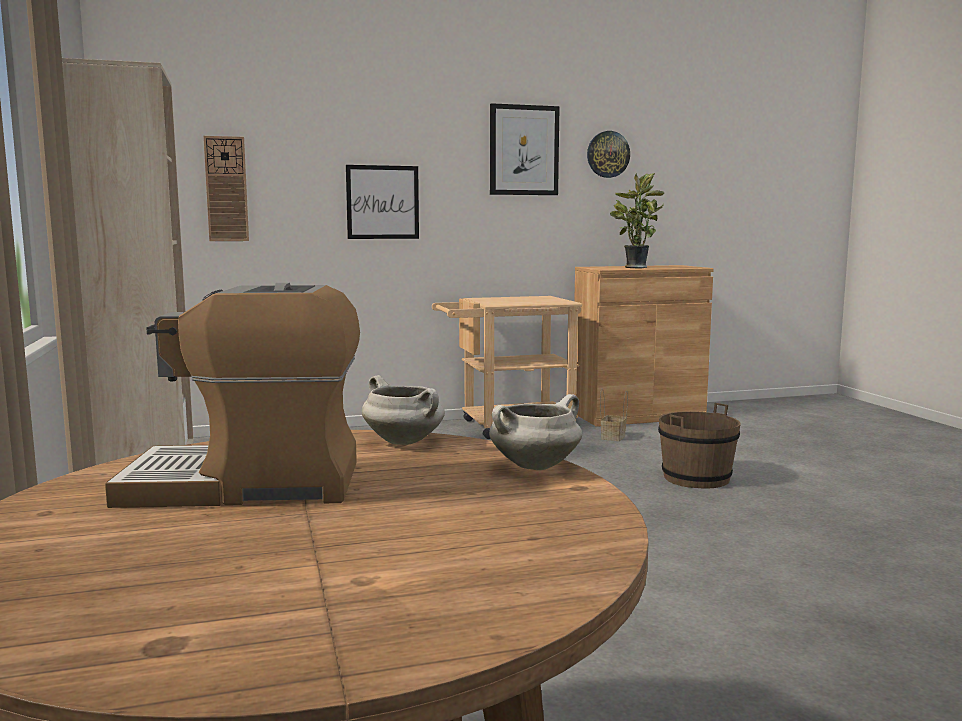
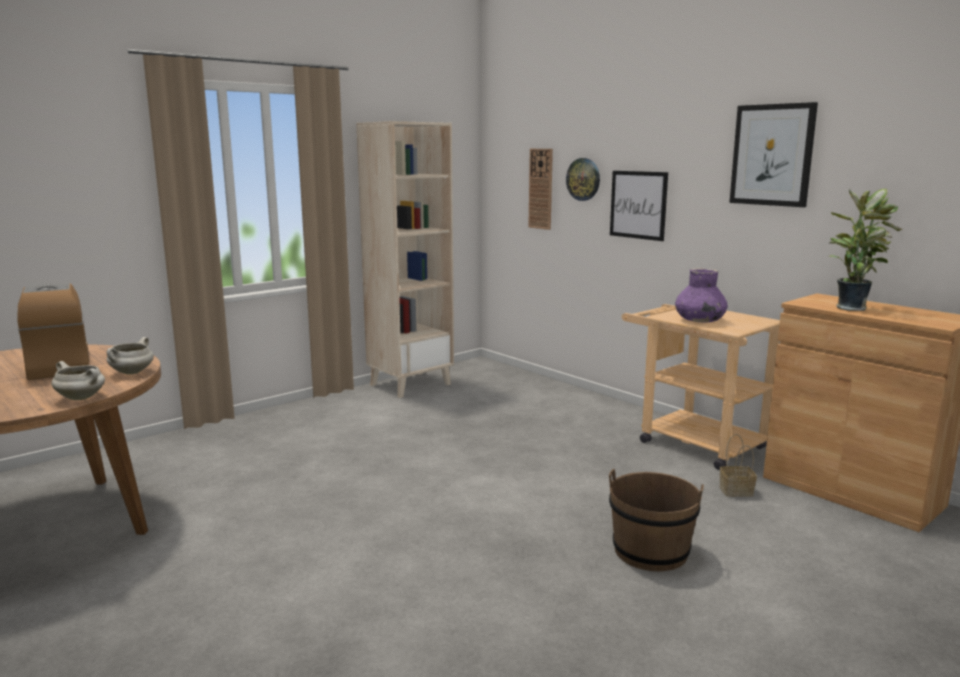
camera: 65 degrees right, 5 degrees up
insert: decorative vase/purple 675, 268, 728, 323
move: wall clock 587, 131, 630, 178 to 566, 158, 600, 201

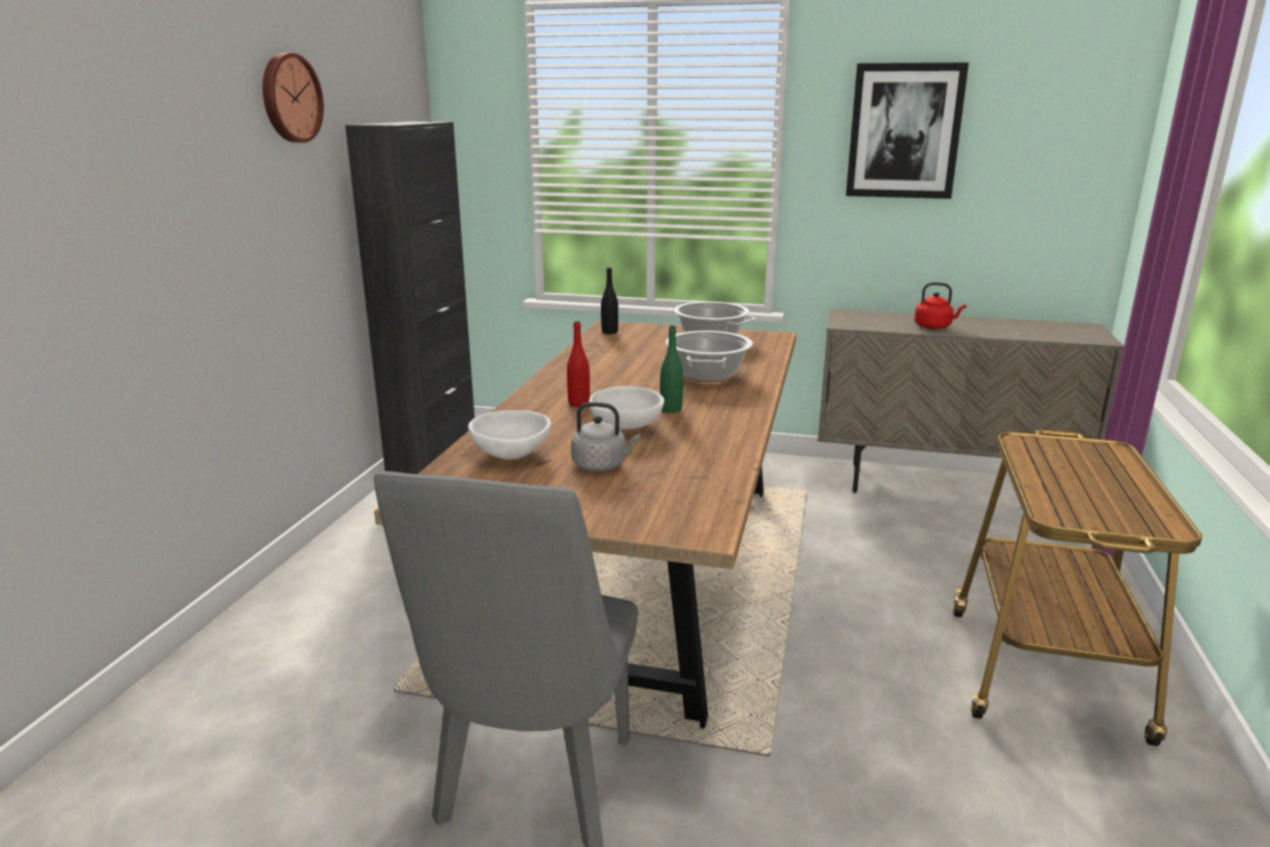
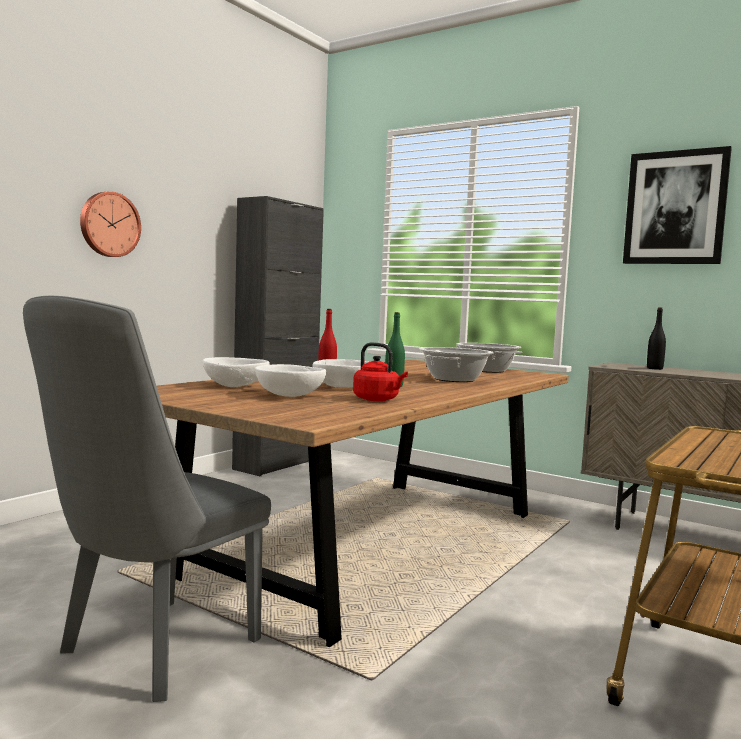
camera: 20 degrees right, 15 degrees down
move: wall clock 263, 53, 324, 143 to 80, 191, 141, 257; bottle/black 601, 267, 618, 334 to 647, 307, 666, 370; tea kettle/red-coloured 914, 282, 966, 329 to 353, 342, 408, 401
replace: tea kettle/gray 571, 402, 641, 471 to serving bowl/white-coloured 255, 364, 326, 397

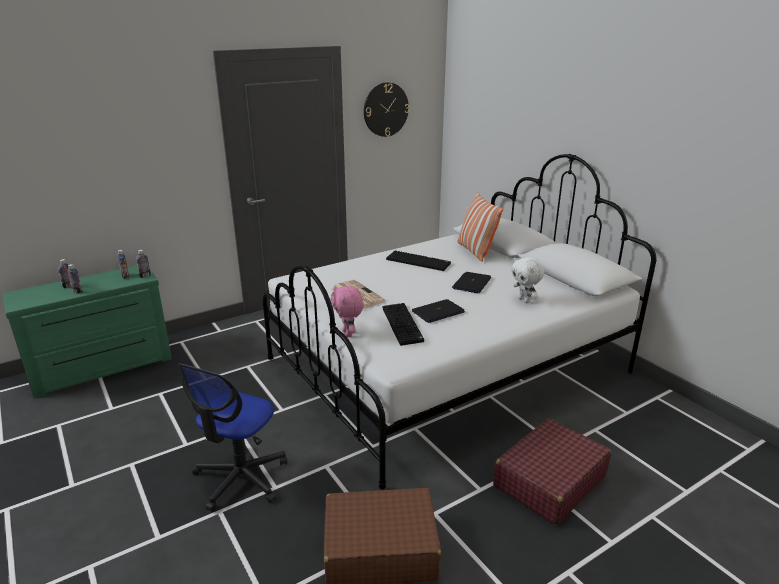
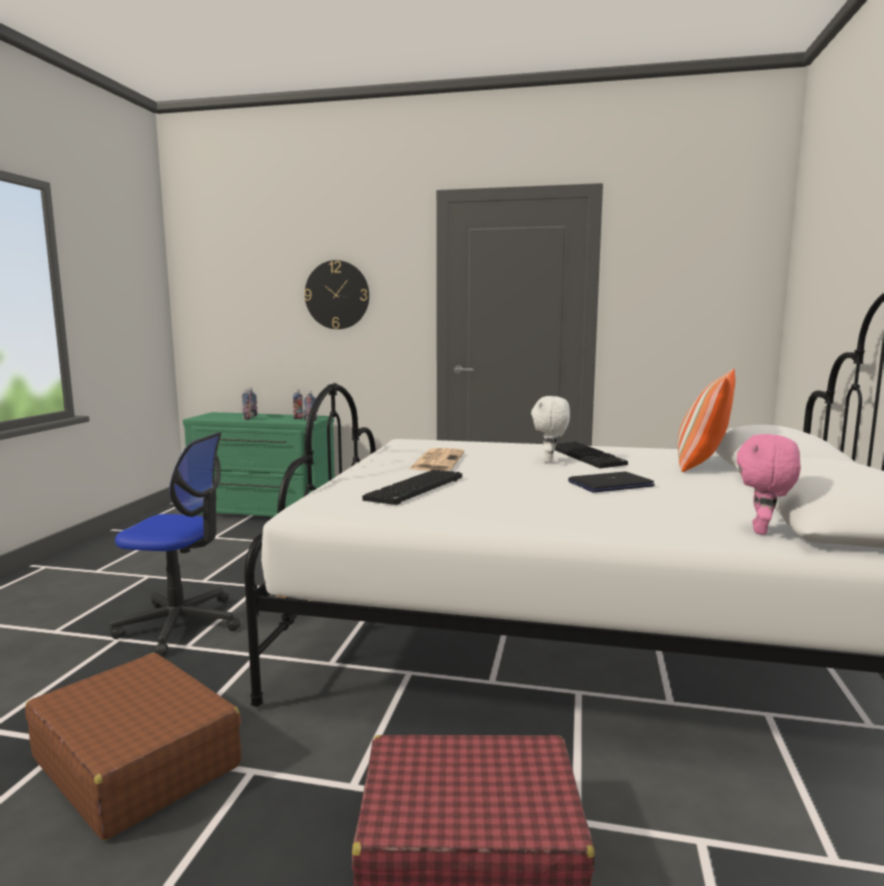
camera: 45 degrees right, 15 degrees down
delete: notebook computer 412, 299, 465, 323
move: wall clock 364, 82, 409, 137 to 304, 260, 369, 329; soft toy/white-coloured 511, 257, 544, 303 to 531, 396, 570, 463; soft toy/pink-coloured 331, 286, 364, 337 to 737, 434, 801, 535
rotate: desk chair 178, 363, 287, 512 = 110, 432, 241, 655 150 degrees counterclockwise

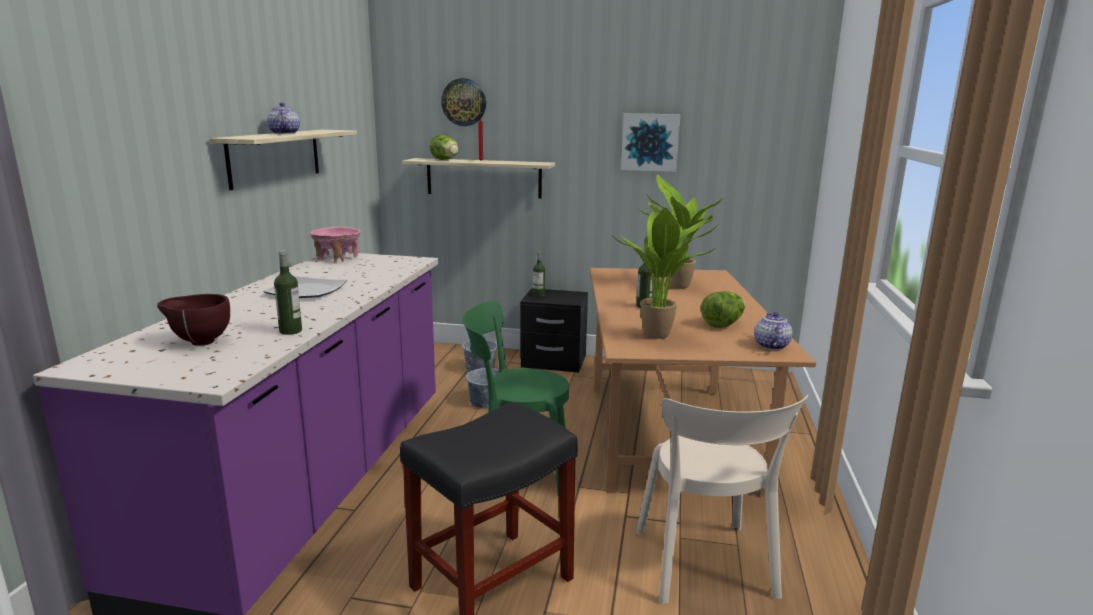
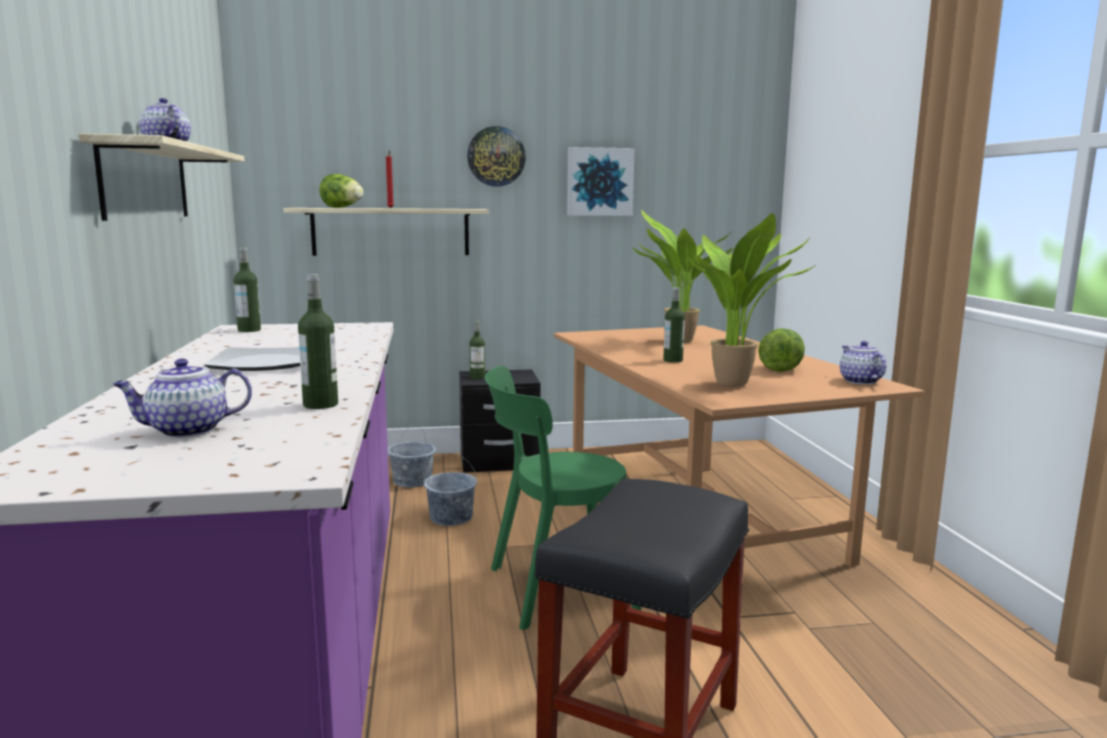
camera: 20 degrees left, 5 degrees down
delete: upright chair/sand-coloured 636, 395, 808, 605
move: wall clock 441, 78, 486, 126 to 467, 126, 526, 187
replace: serving bowl/pink-coloured 310, 227, 361, 262 to bottle 234, 247, 261, 332; serving bowl/brown 157, 294, 230, 346 to pot for tea 112, 358, 252, 438

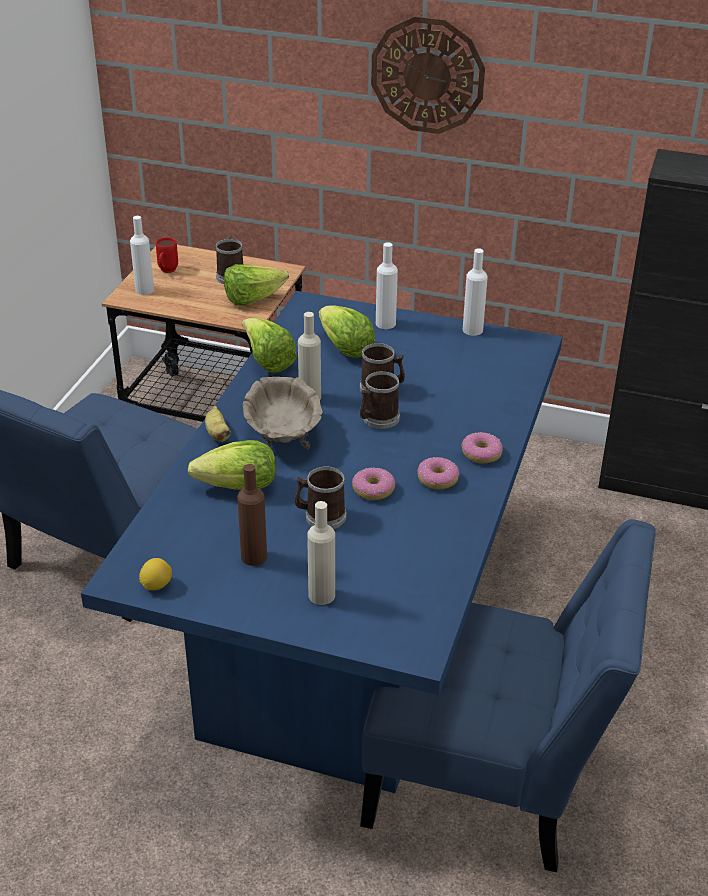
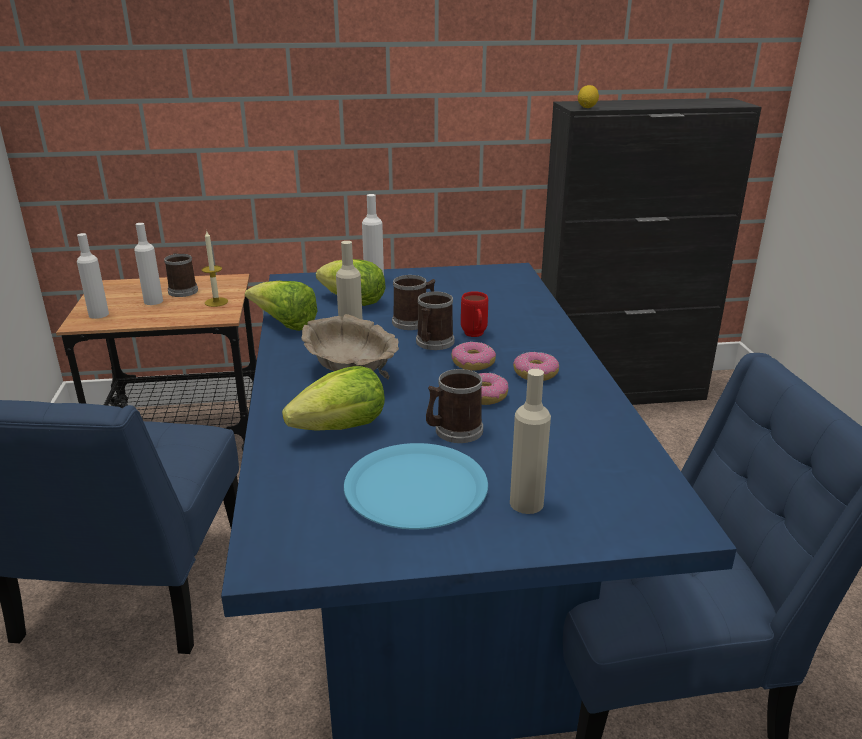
camera: 25 degrees left, 10 degrees down
delete: wall clock 371, 16, 485, 134; banana fruit 205, 406, 231, 442
move: coffee mug/red-coloured 156, 237, 178, 273 to 461, 291, 488, 337; bottle/white-coloured 463, 248, 488, 336 to 134, 223, 163, 305; doughnut 461, 432, 503, 463 to 451, 341, 496, 371; whole lemon 139, 558, 172, 590 to 578, 85, 599, 108
replace: head of lettuce 224, 264, 289, 306 to wax light 202, 231, 228, 307; bottle/brown 237, 464, 267, 566 to plate/bluish 344, 443, 488, 529

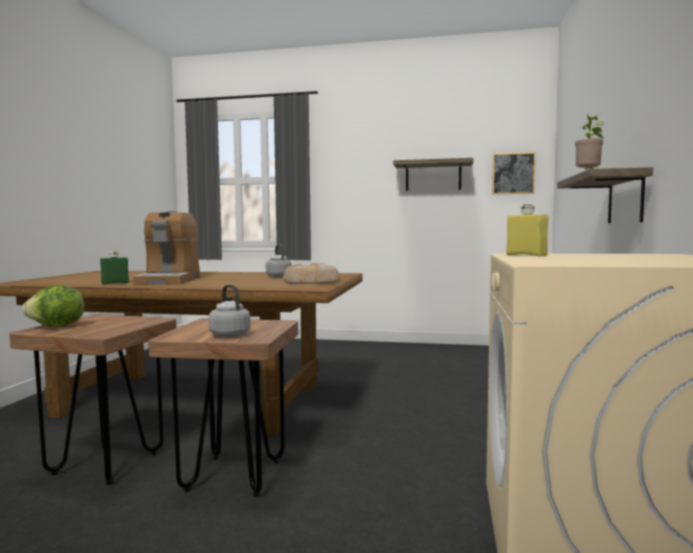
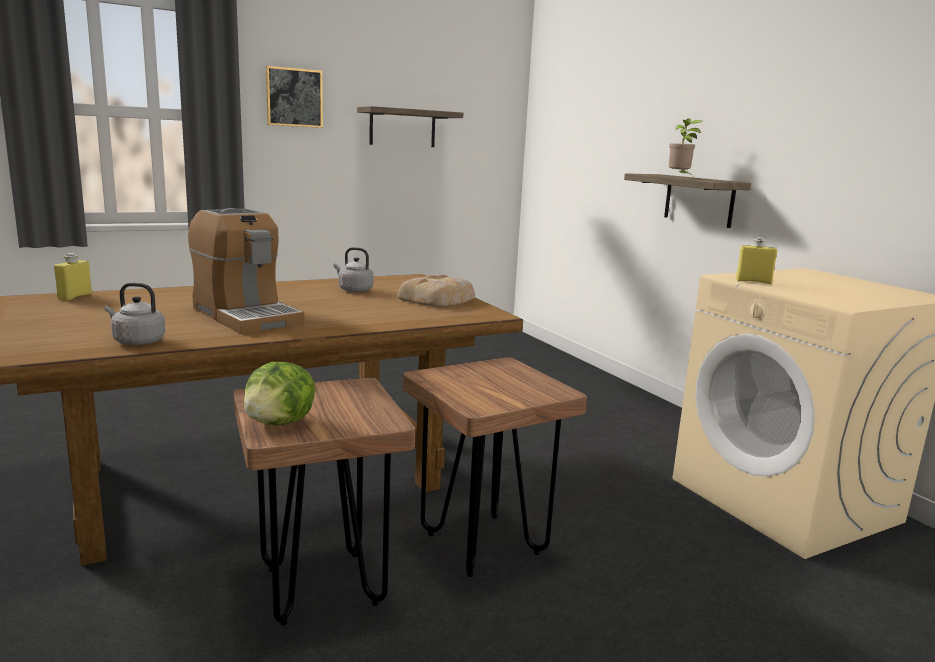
camera: 40 degrees left, 10 degrees up
delete: bottle/greenish 100, 251, 129, 285
insert: bottle/yellowish 54, 253, 92, 301
move: wall art 492, 152, 536, 195 to 266, 66, 323, 128; tea kettle/gray 209, 284, 250, 337 to 104, 283, 165, 345

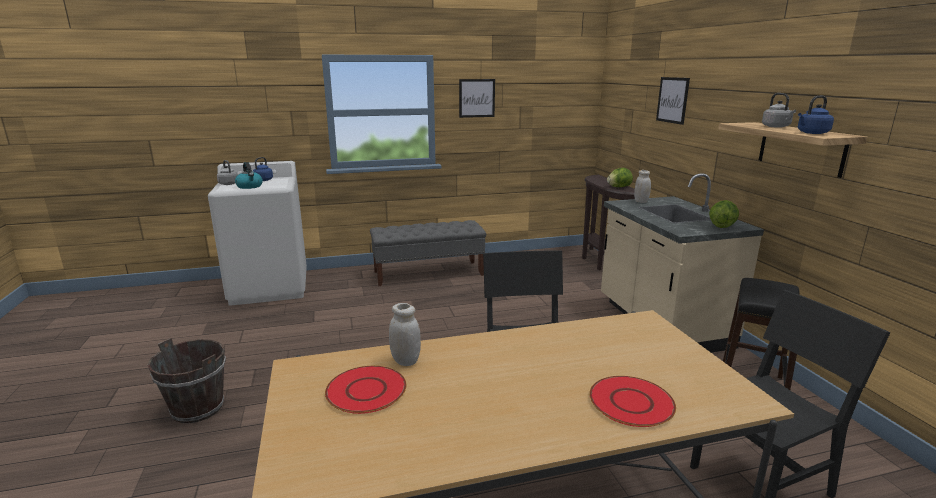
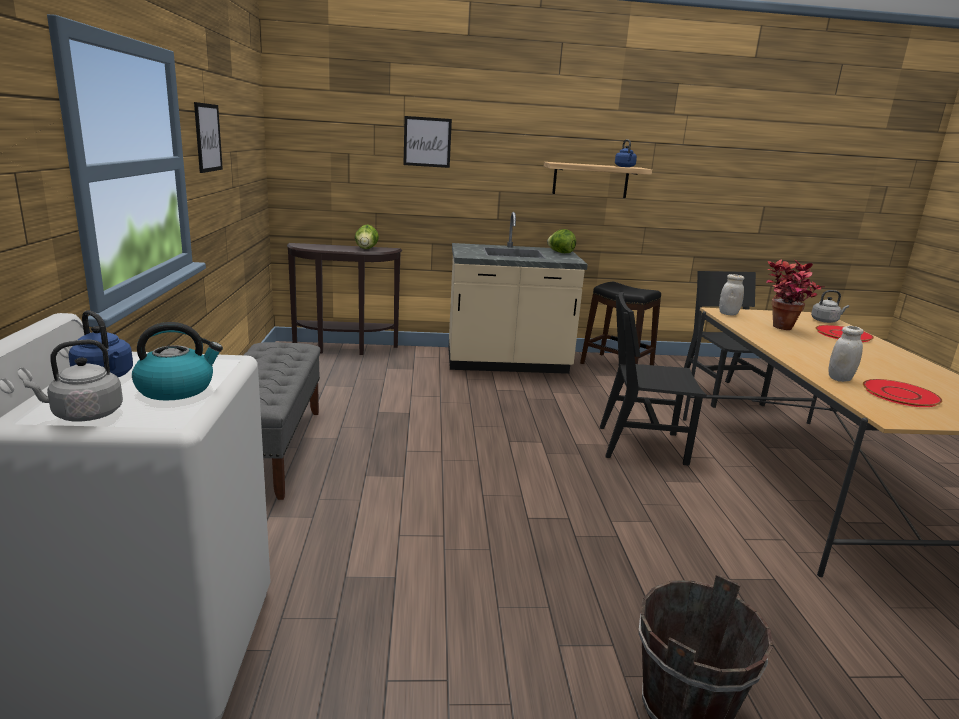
camera: 80 degrees left, 0 degrees up
insert: plant in a pot 766, 260, 824, 330
move: tea kettle/gray 762, 93, 796, 128 to 811, 290, 849, 323; preserve jar/white-coloured 634, 170, 651, 203 to 719, 274, 744, 315

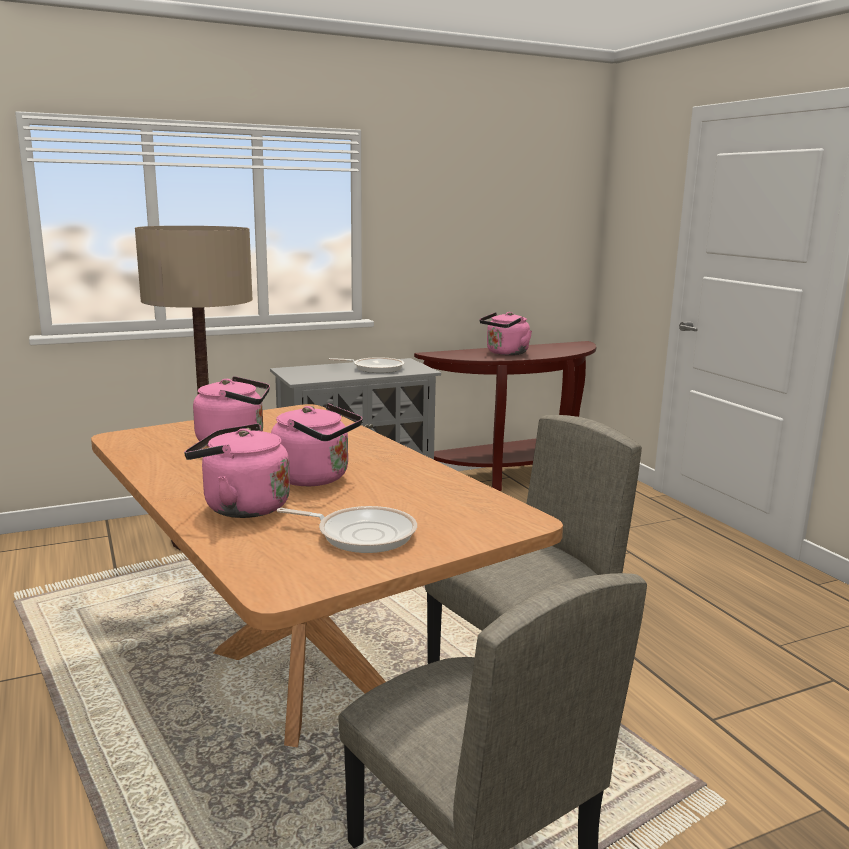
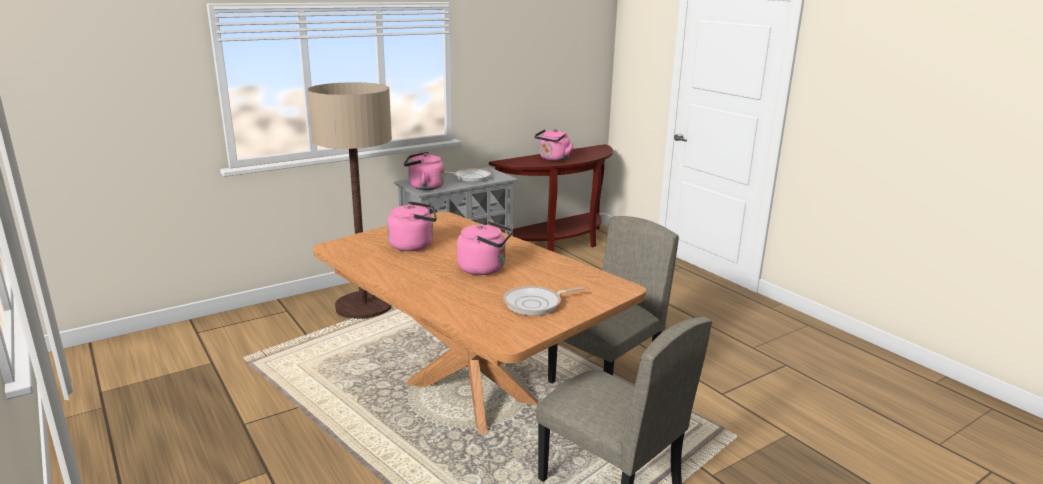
camera: 10 degrees left, 5 degrees up
move: tea kettle/pink-coloured 184, 423, 290, 518 to 404, 152, 444, 190
rotate: pan 277, 506, 417, 553 = 503, 286, 585, 315 150 degrees clockwise

